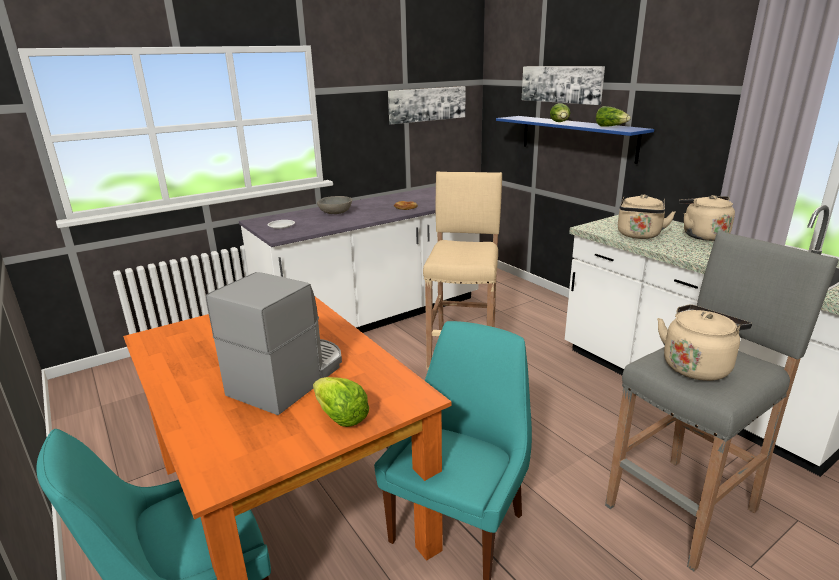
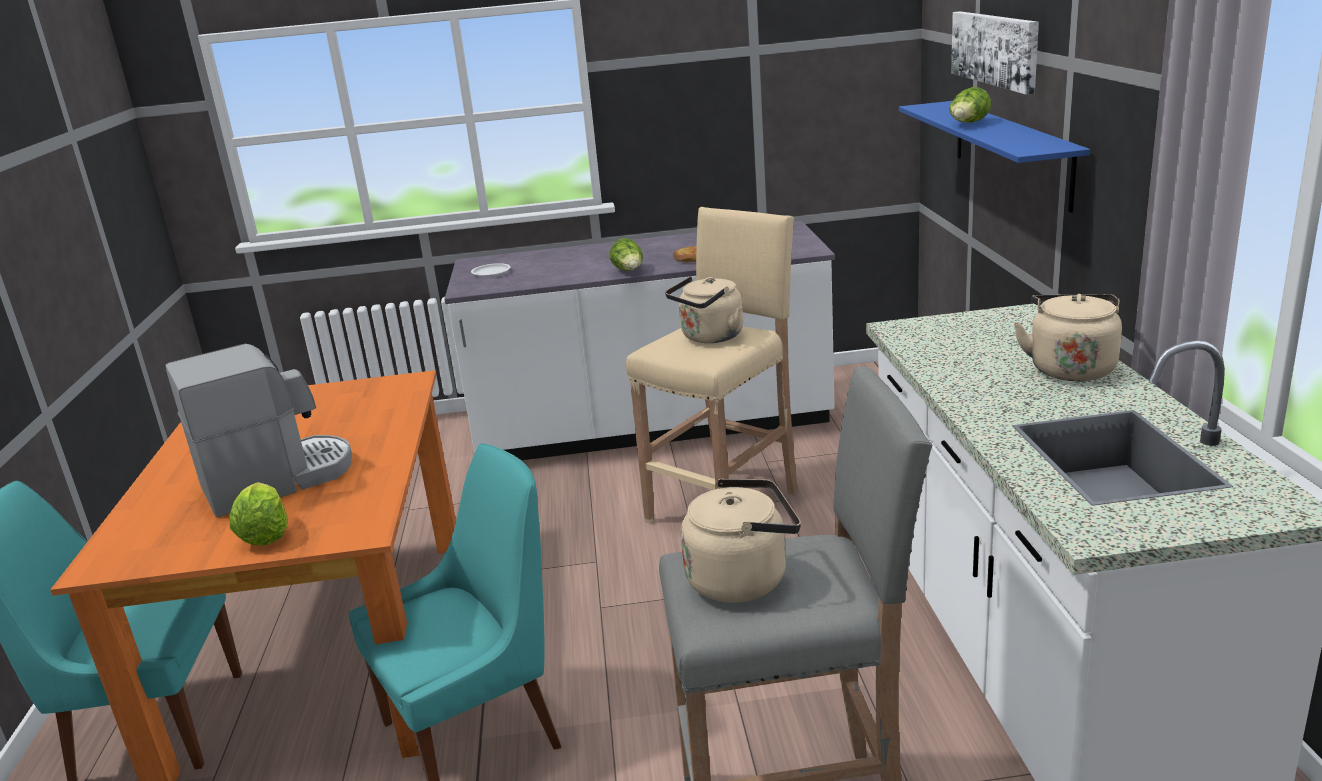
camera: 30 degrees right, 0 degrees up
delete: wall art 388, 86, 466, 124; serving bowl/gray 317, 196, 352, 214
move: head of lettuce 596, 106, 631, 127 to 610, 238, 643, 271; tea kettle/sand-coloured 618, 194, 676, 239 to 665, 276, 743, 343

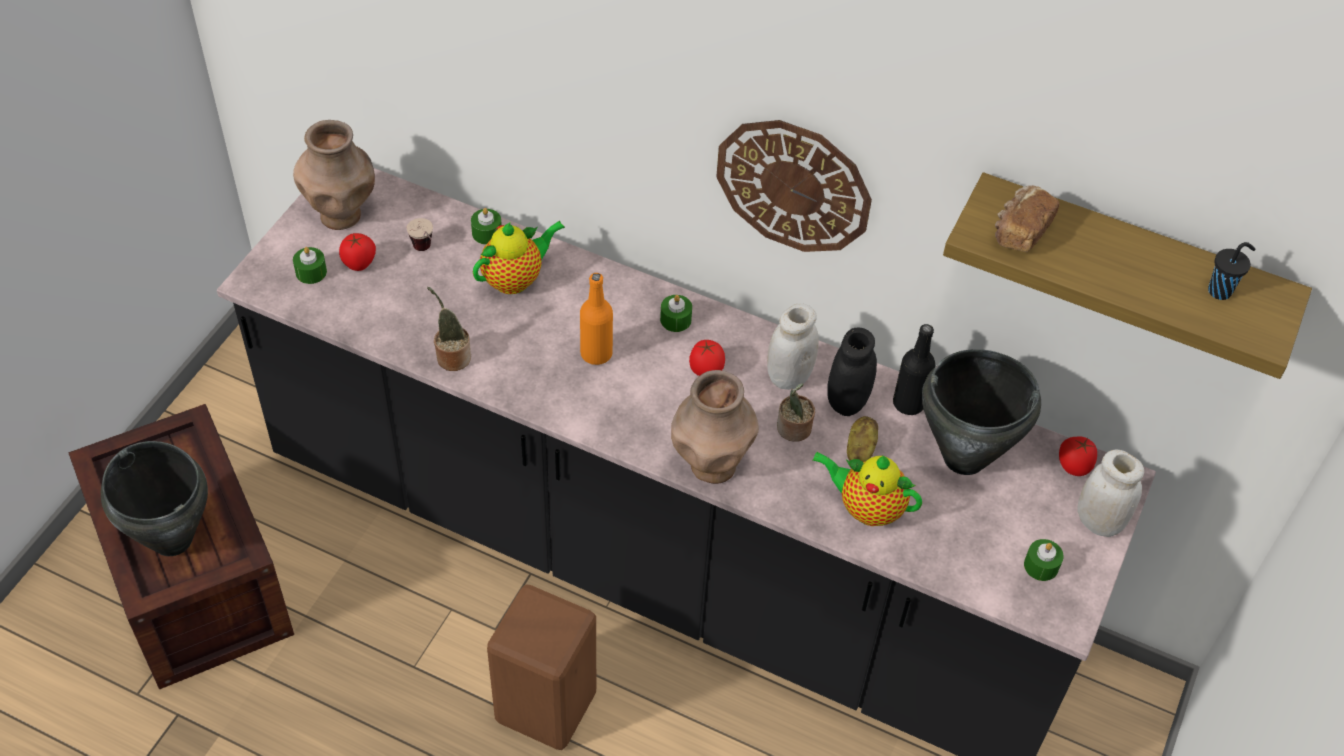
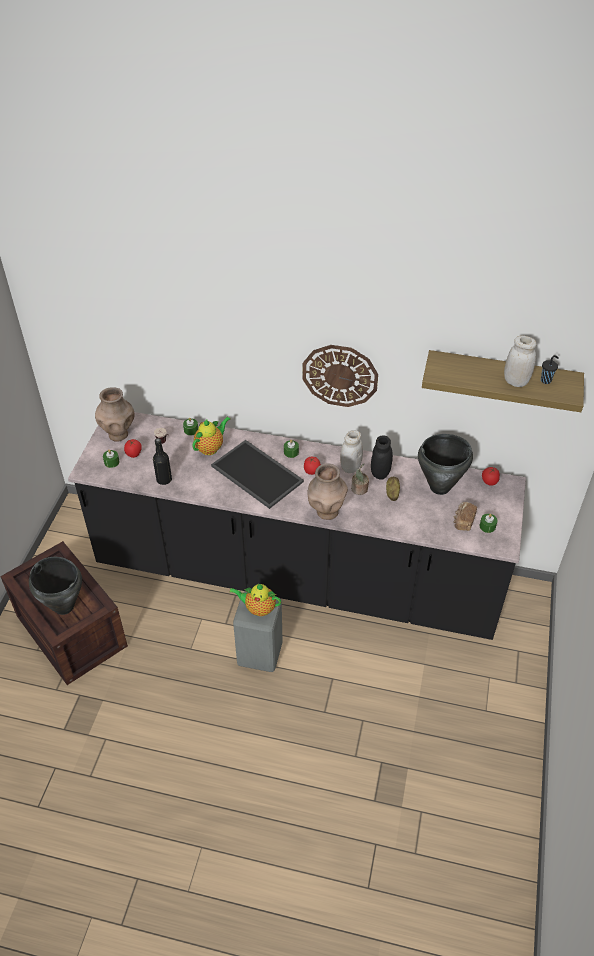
camera: 10 degrees left, 5 degrees down
delete: plant in a pot 427, 287, 471, 371
move: bakery bread 995, 185, 1060, 252 to 454, 502, 477, 531; bottle/black 893, 324, 935, 415 to 153, 438, 172, 485; preserve jar/white-coloured 1077, 450, 1144, 537 to 504, 335, 537, 387; pot for tea 813, 452, 922, 526 to 230, 584, 281, 616
replace: bottle/orangey 580, 273, 613, 365 to serving tray 211, 440, 304, 509
recolor: stool/brown 487, 584, 596, 750 to stool/gray 233, 591, 283, 672

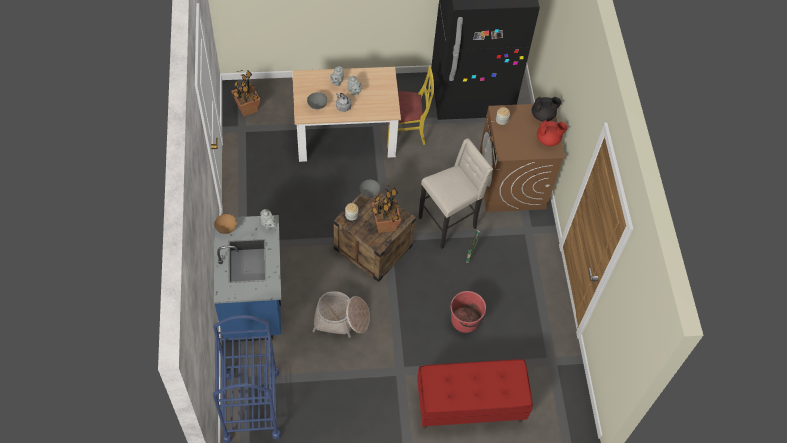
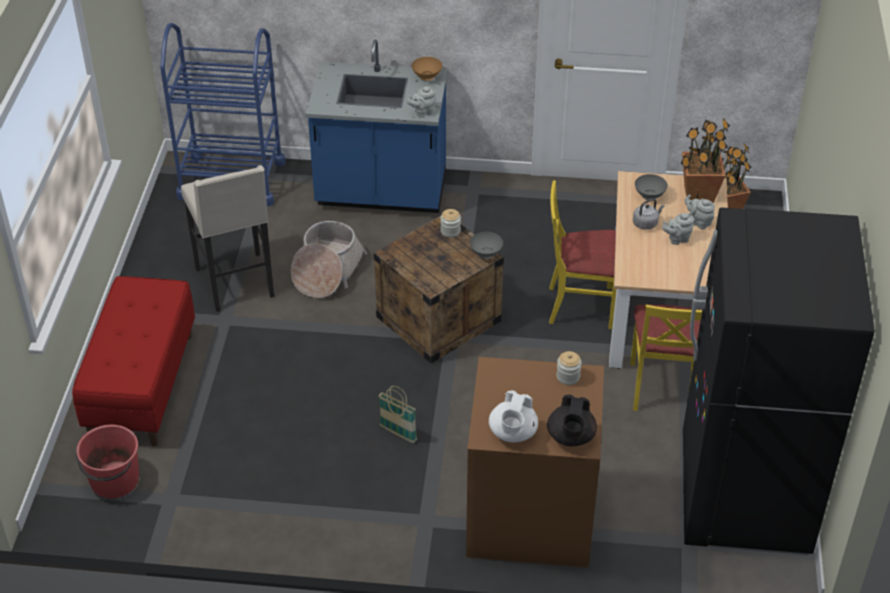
camera: 105 degrees right, 15 degrees down
insert: upright chair/yellowish 549, 180, 617, 329
move: stool/sand-coloured 418, 138, 493, 249 to 181, 165, 274, 312; plant in a pot 371, 185, 401, 233 to 680, 119, 730, 203; bucket/red-coloured 450, 291, 486, 333 to 76, 425, 139, 498
recolor: pot for tea/red-coloured 537, 120, 568, 146 to pot for tea/white-coloured 489, 391, 538, 442

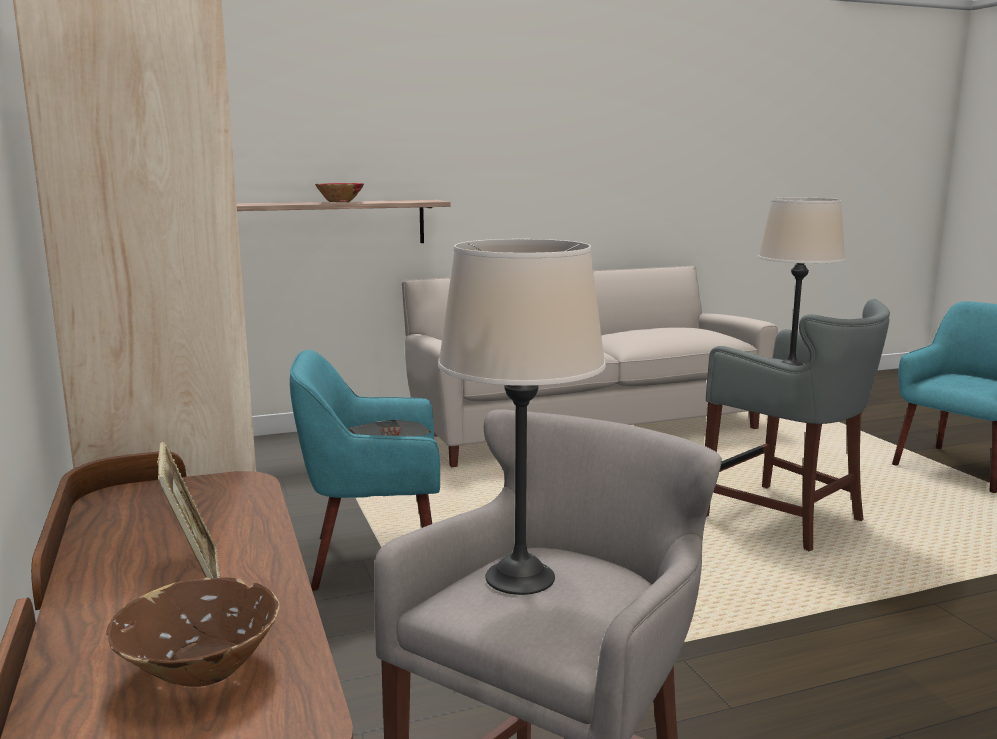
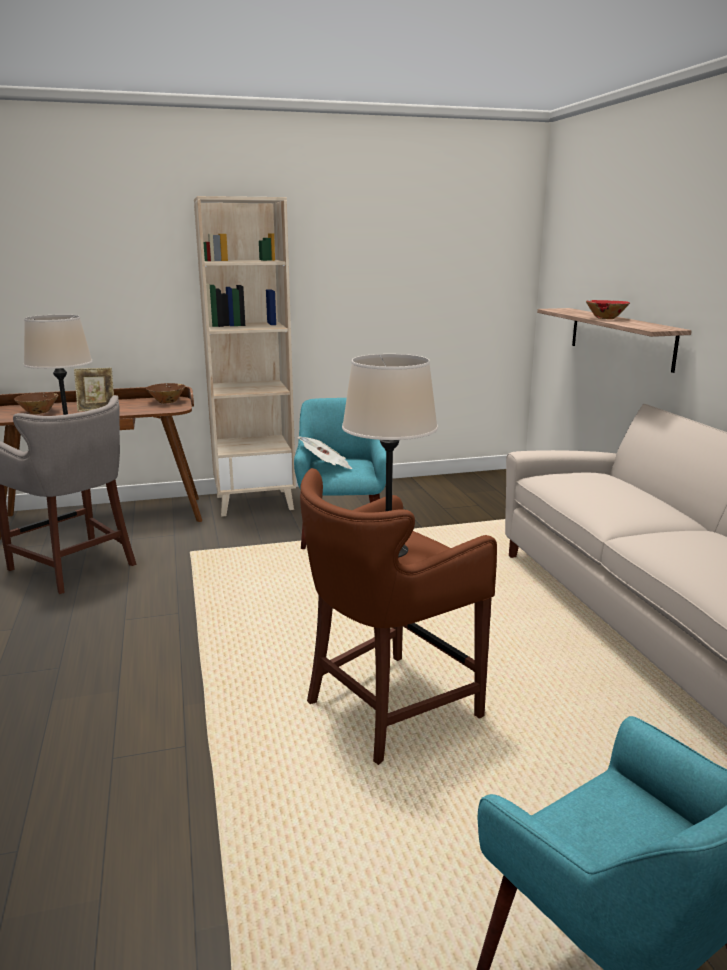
camera: 95 degrees right, 5 degrees up
insert: serving bowl/brown 146, 383, 185, 404
recolor: stool/gray 705, 299, 890, 551 to stool/brown 300, 468, 497, 765

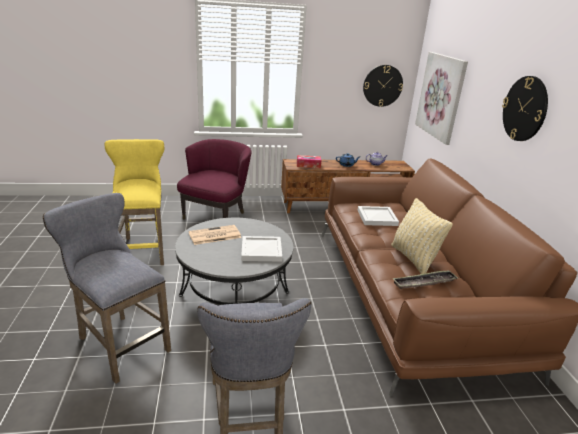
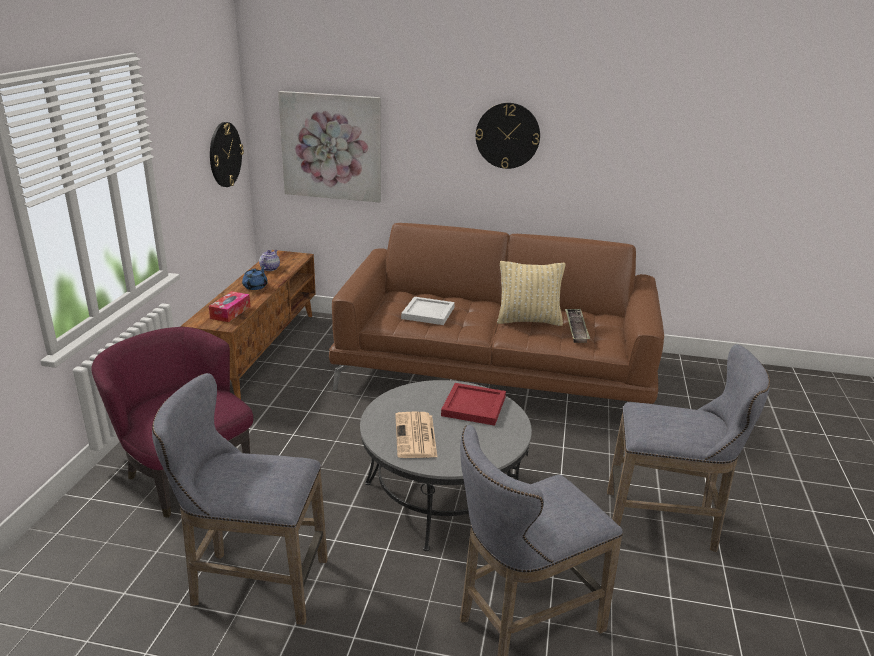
camera: 70 degrees left, 0 degrees up
recolor: stool/yellowish 104, 139, 164, 265 to stool/gray 152, 373, 328, 625; serving tray/white-coloured 241, 236, 282, 262 to serving tray/red-coloured 441, 383, 506, 426

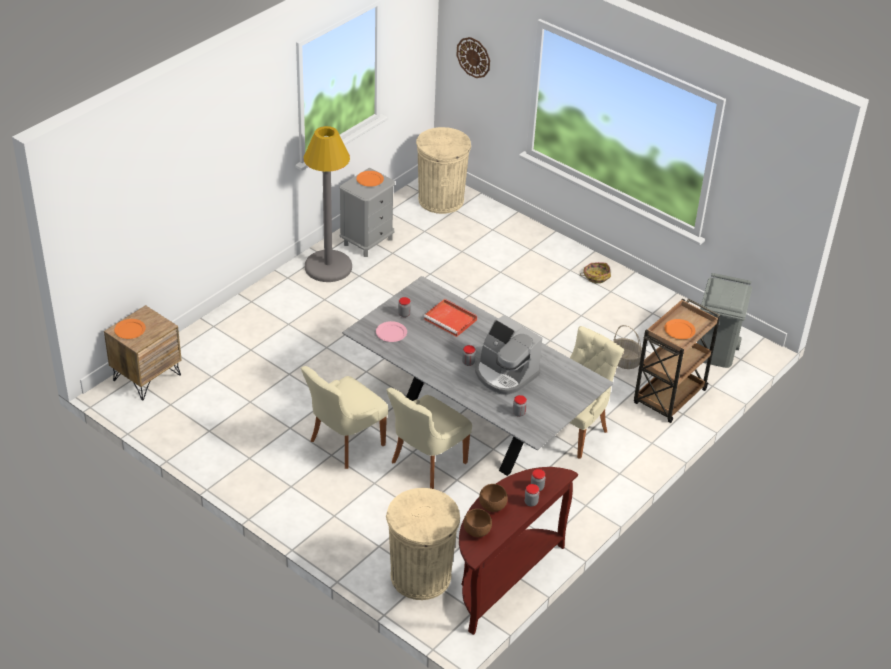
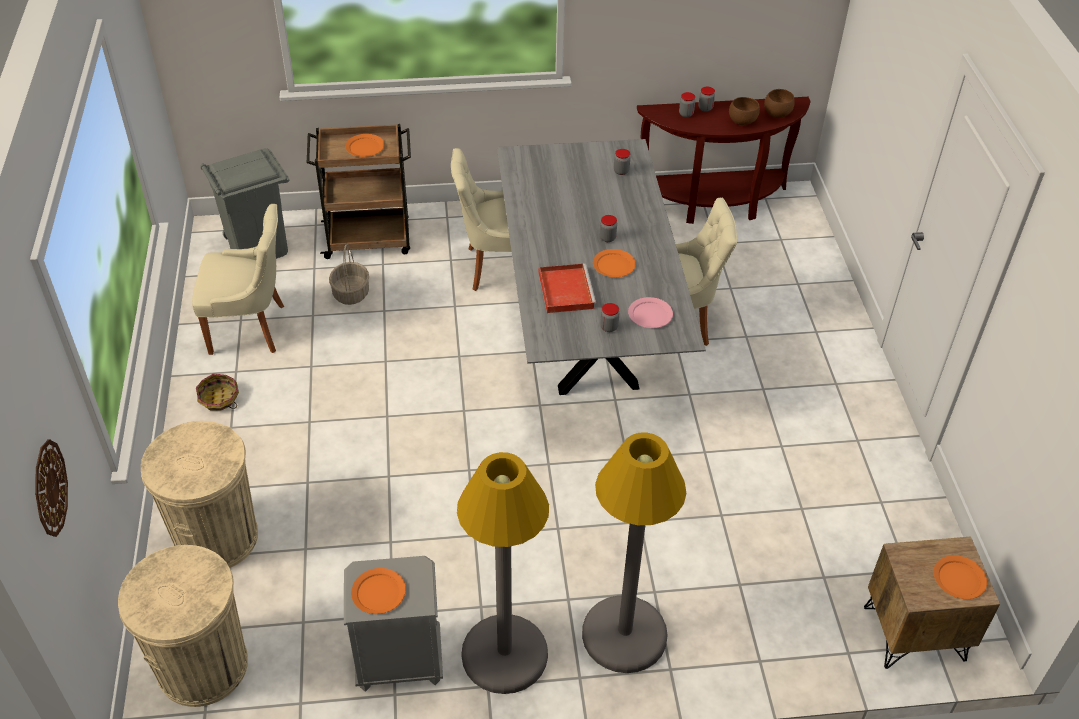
camera: 135 degrees left, 5 degrees up
delete: coffee maker 475, 315, 542, 395
insert: plate/orangey 593, 249, 636, 277; floor lamp/gray 582, 433, 686, 673
move: upright chair/sand-coloured 301, 366, 388, 469 to 192, 204, 284, 355; trash can/sand-coloured 386, 488, 460, 600 to 141, 421, 258, 568

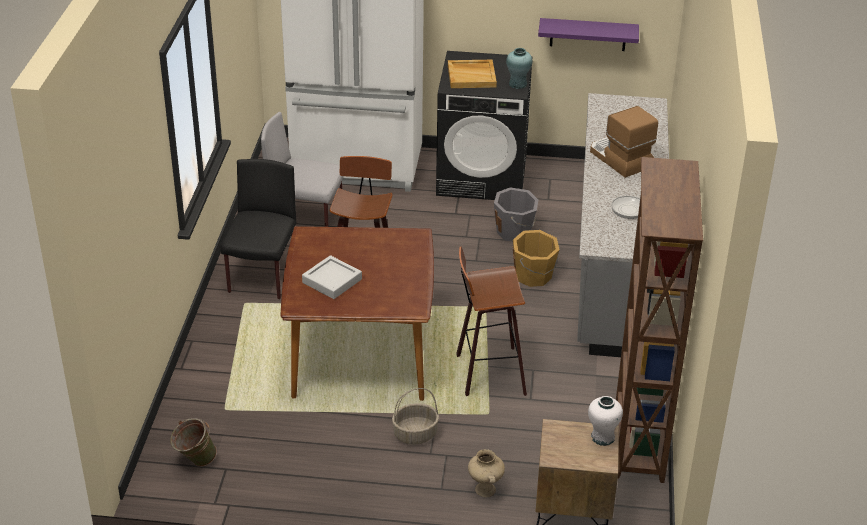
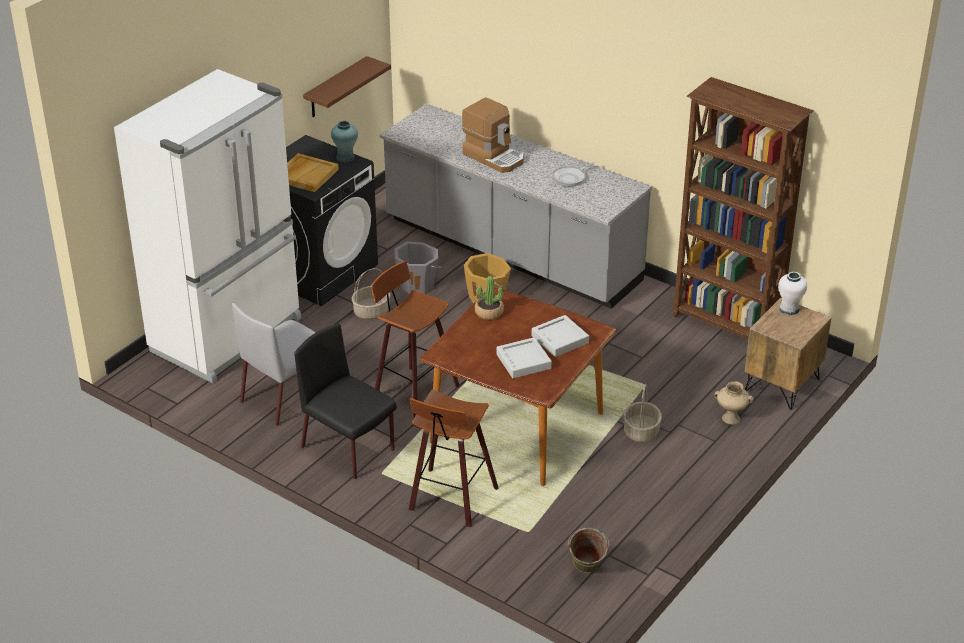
camera: 60 degrees left, 0 degrees up
insert: storage basket 352, 268, 391, 320; plant in a pot 475, 276, 504, 320; serving tray/gray 532, 315, 589, 357
move: stool 456, 247, 527, 396 to 409, 389, 498, 527
recolor: wall shelf/purple 538, 18, 639, 51 to wall shelf/brown 303, 56, 391, 117
rotate: coffee maker 590, 106, 658, 178 = 462, 97, 524, 173 135 degrees counterclockwise

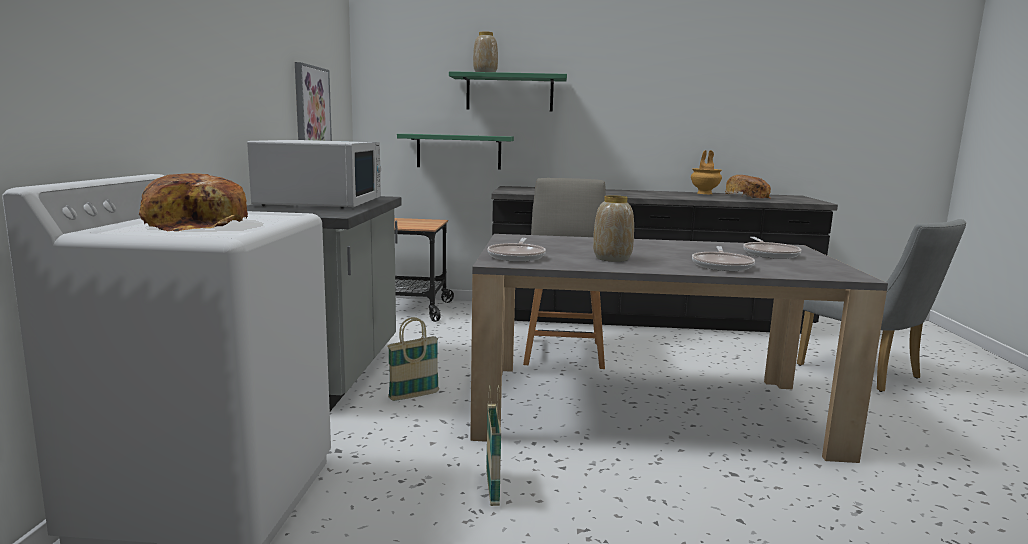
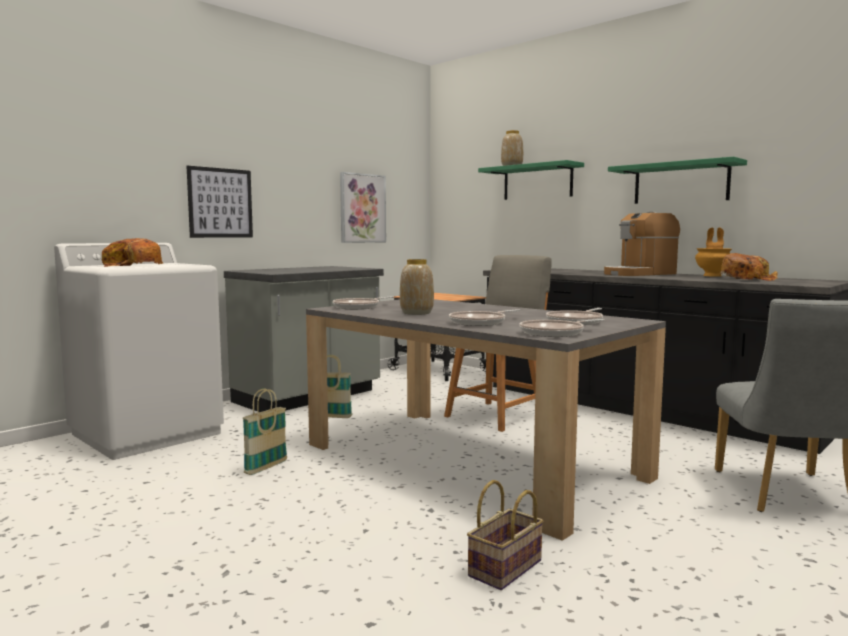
camera: 40 degrees right, 5 degrees down
delete: microwave oven/white-coloured 247, 140, 381, 209
insert: wall art 187, 166, 253, 238; coffee maker 604, 212, 680, 276; pan 520, 319, 604, 337; storage basket 467, 480, 544, 590
move: wall shelf/greenish 397, 134, 514, 170 to 608, 157, 747, 204

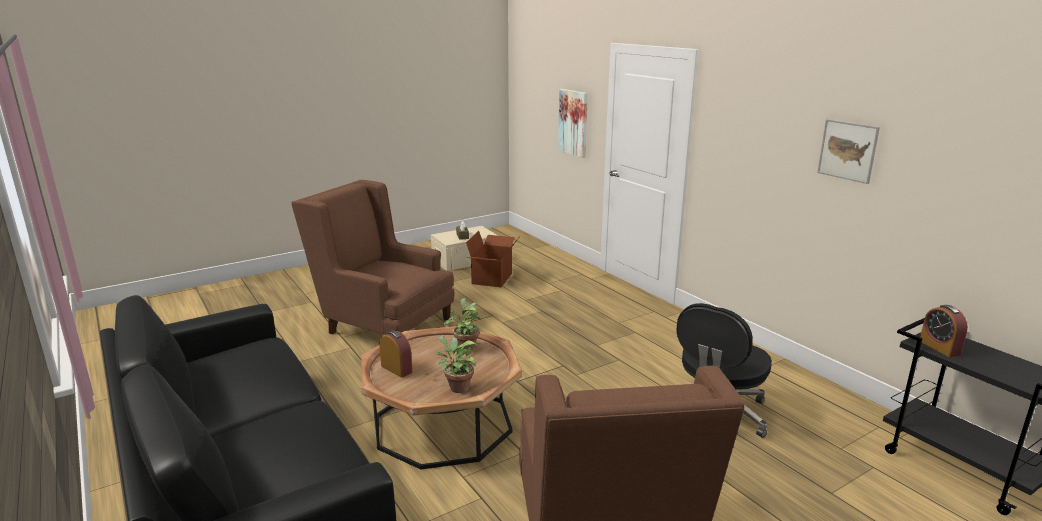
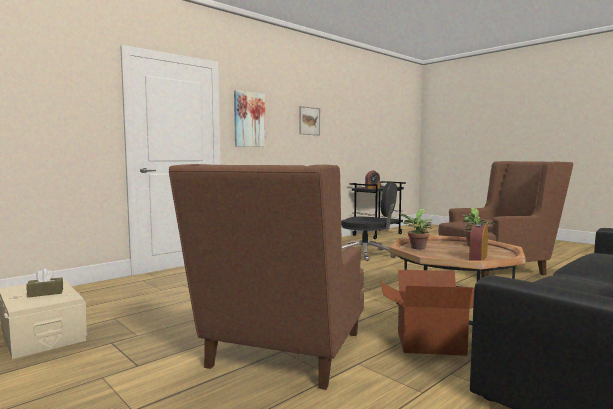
camera: 100 degrees left, 15 degrees down
move: wall art 558, 89, 588, 158 to 234, 90, 265, 147; packing box 466, 231, 518, 287 to 380, 270, 474, 356

